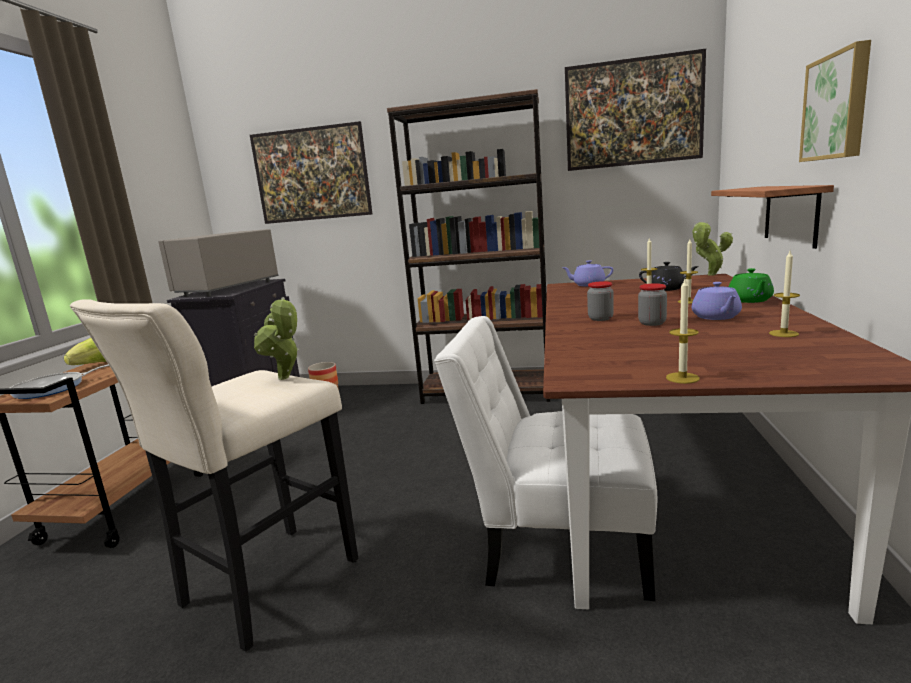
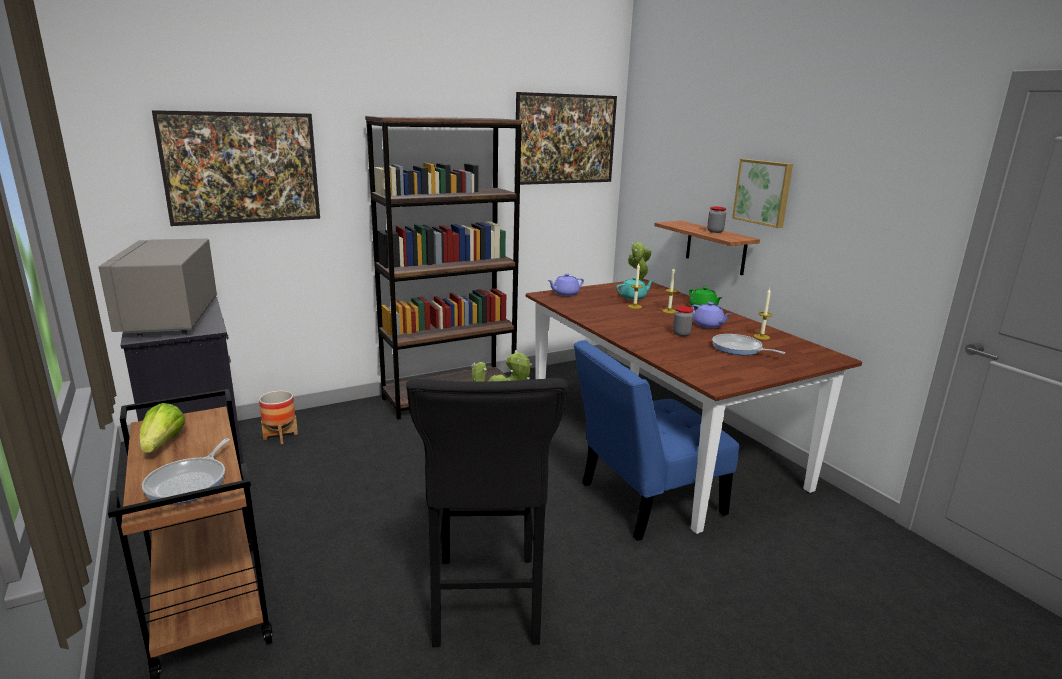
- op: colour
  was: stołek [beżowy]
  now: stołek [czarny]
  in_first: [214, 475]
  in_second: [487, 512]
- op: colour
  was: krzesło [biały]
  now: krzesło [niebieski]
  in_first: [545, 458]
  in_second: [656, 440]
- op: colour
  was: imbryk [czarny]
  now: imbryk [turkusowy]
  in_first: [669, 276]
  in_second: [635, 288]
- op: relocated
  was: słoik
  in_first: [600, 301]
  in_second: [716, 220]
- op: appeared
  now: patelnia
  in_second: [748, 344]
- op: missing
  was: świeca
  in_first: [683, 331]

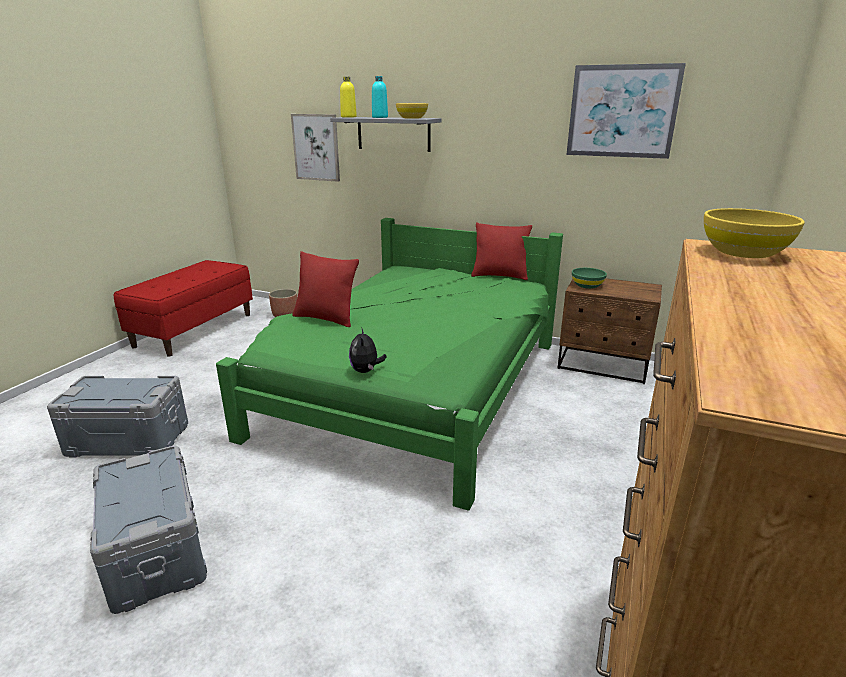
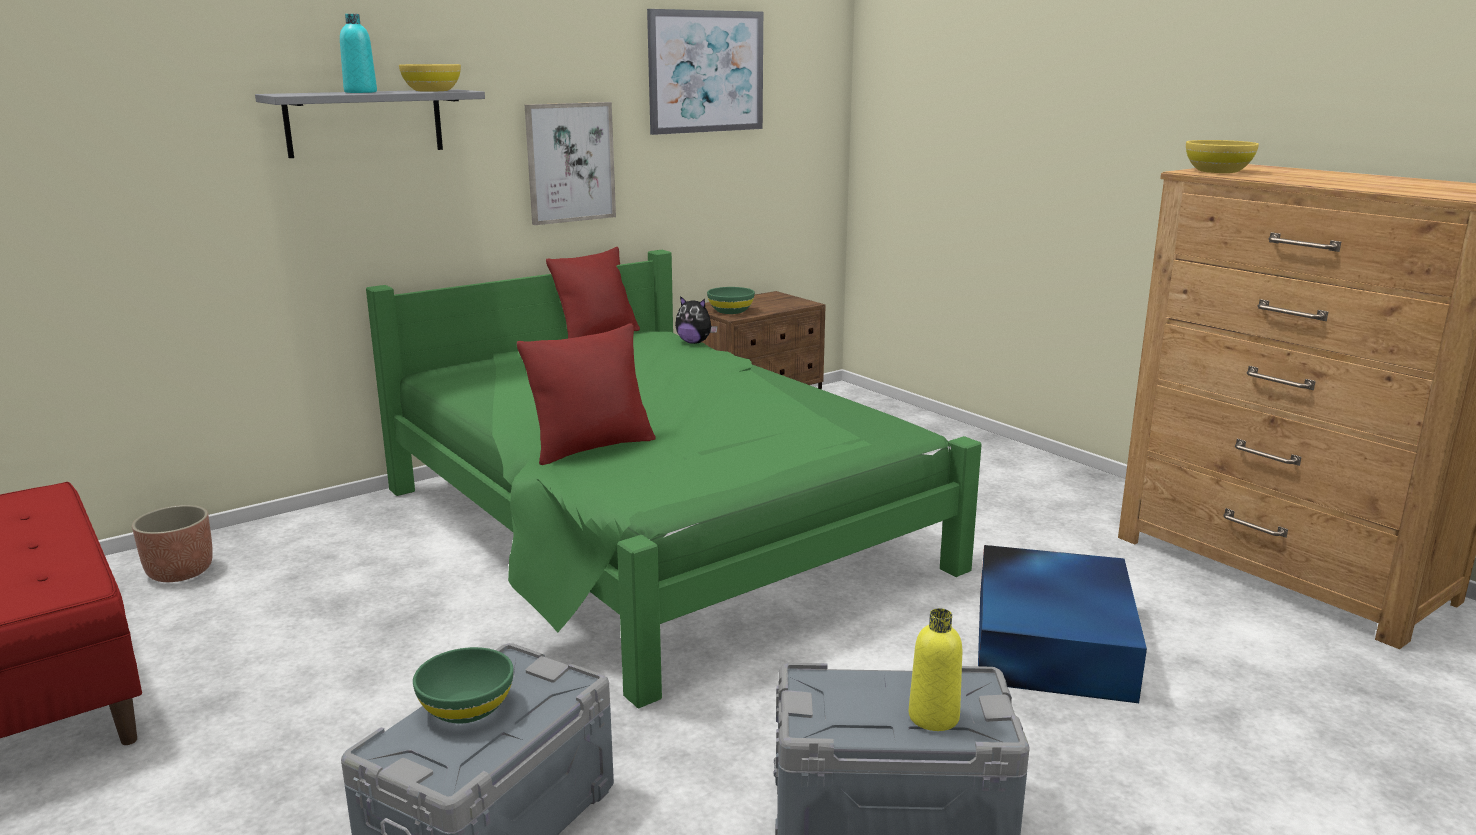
- op: appeared
  now: miska [zielony]
  in_second: [463, 685]
- op: relocated
  was: obraz
  in_first: [315, 148]
  in_second: [570, 163]
- op: relocated
  was: pluszak
  in_first: [368, 350]
  in_second: [696, 320]
- op: relocated
  was: butelka [żółty]
  in_first: [348, 97]
  in_second: [936, 669]
- op: appeared
  now: pojemnik do przechowywania [niebieski]
  in_second: [1062, 624]

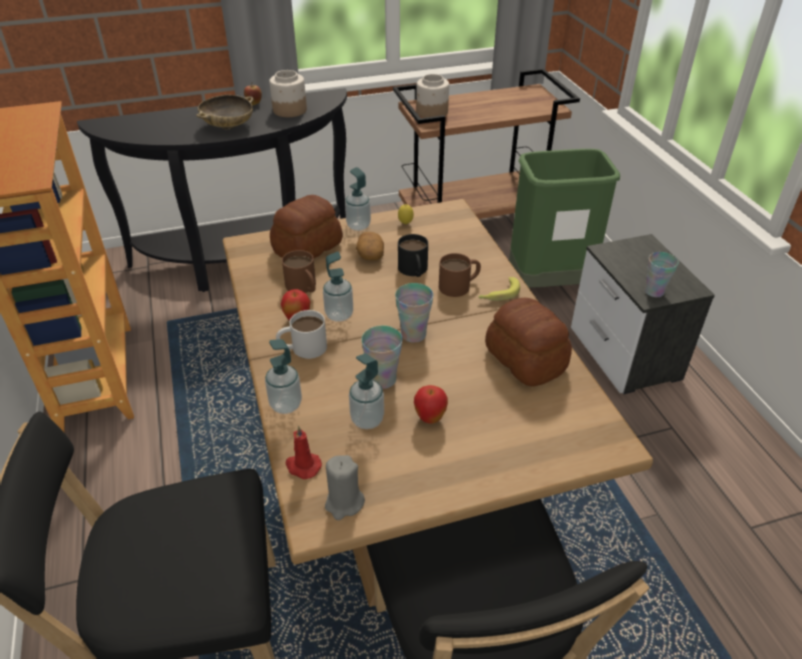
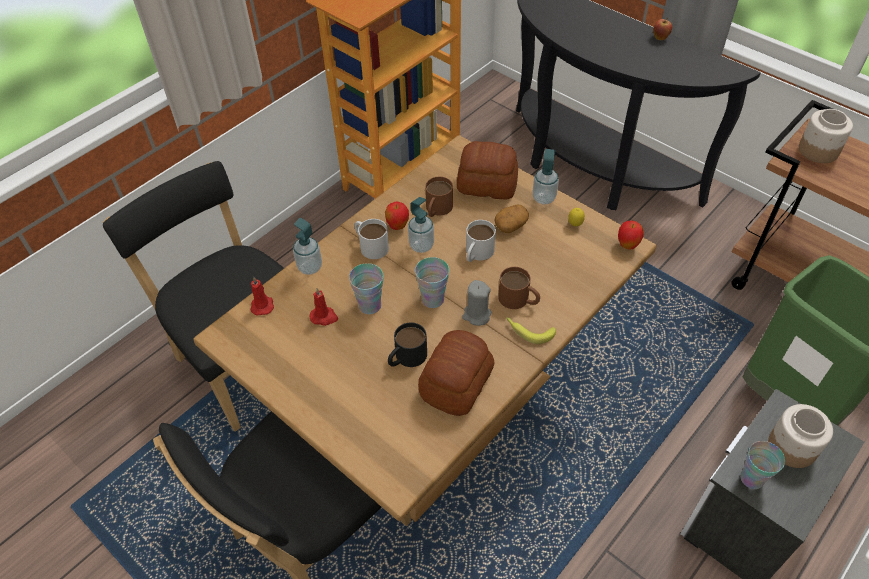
- op: exchanged
  was: dozownik mydła
  now: świeca [czerwony]
  in_first: [366, 391]
  in_second: [324, 307]
- op: relocated
  was: kubek [czarny]
  in_first: [413, 255]
  in_second: [407, 344]
- op: relocated
  was: świeca [szary]
  in_first: [345, 487]
  in_second: [477, 303]
- op: appeared
  now: kubek [biały]
  in_second: [481, 241]
- op: relocated
  was: jabłko
  in_first: [431, 404]
  in_second: [631, 235]
- op: relocated
  was: słoik
  in_first: [288, 93]
  in_second: [800, 436]
- op: missing
  was: miska [beżowy]
  in_first: [224, 112]

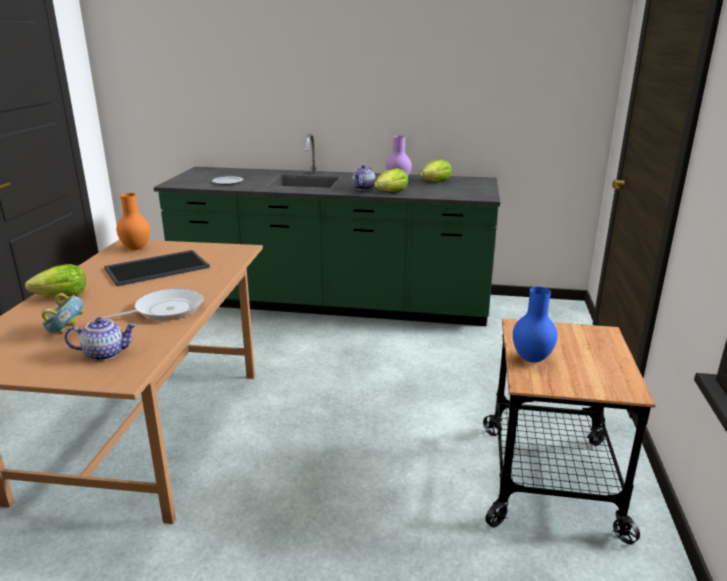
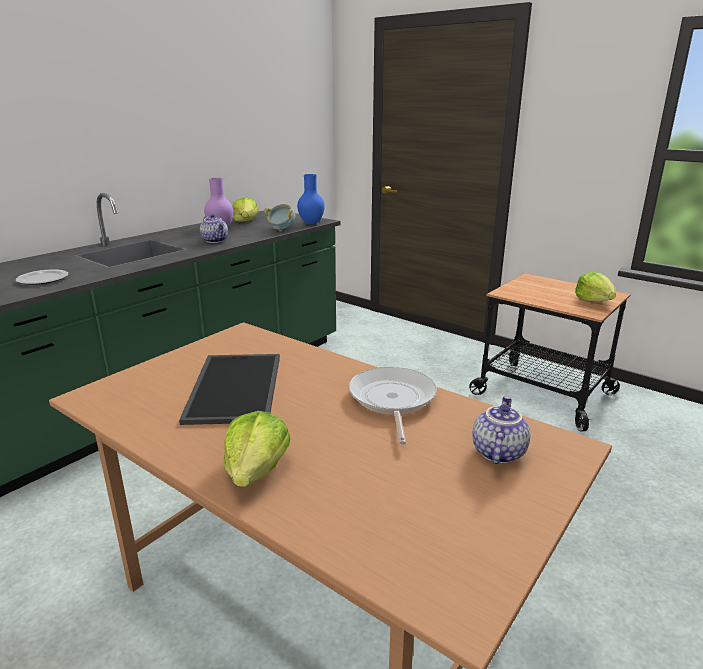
- op: relocated
  was: miska
  in_first: [63, 313]
  in_second: [279, 217]
- op: relocated
  was: wazon [niebieski]
  in_first: [535, 325]
  in_second: [311, 199]
- op: relocated
  was: sałata
  in_first: [391, 180]
  in_second: [595, 287]
- op: missing
  was: wazon [pomarańczowy]
  in_first: [133, 221]

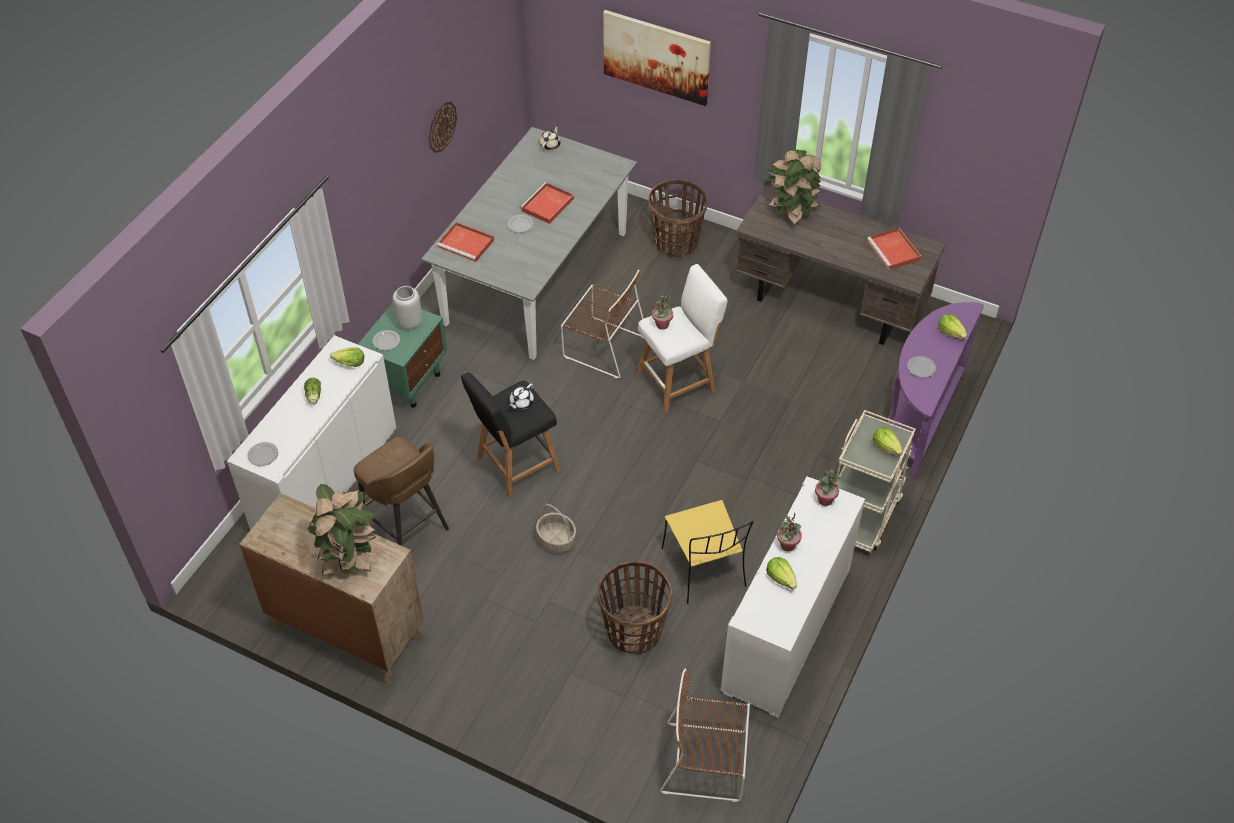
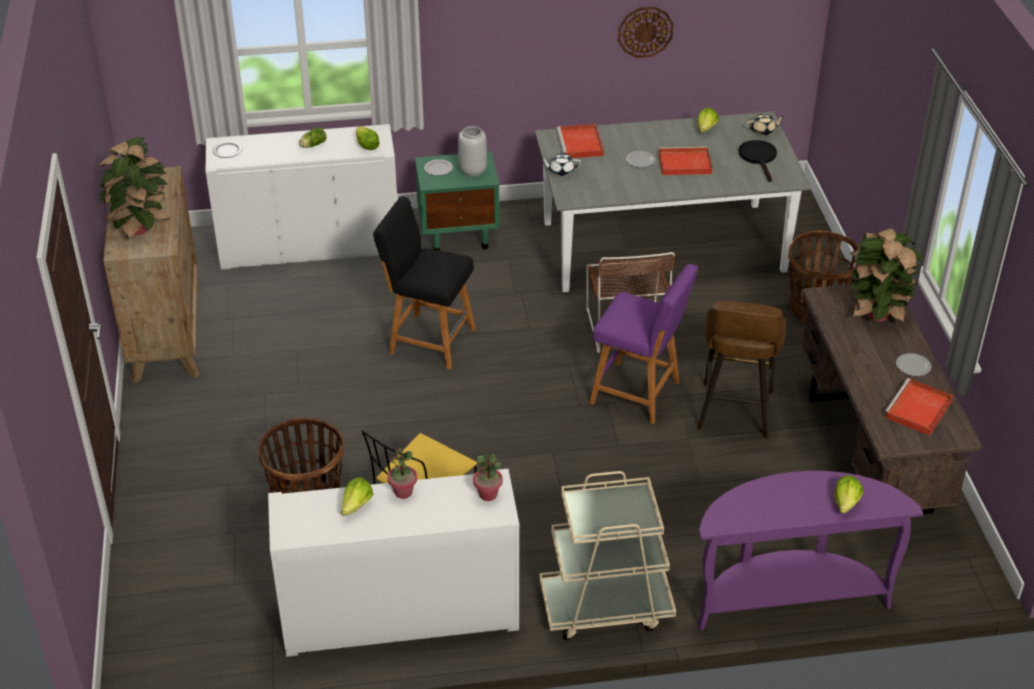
- op: relocated
  was: imbryk [biały]
  in_first: [521, 396]
  in_second: [561, 165]
- op: colour
  was: stołek [biały]
  now: stołek [fioletowy]
  in_first: [682, 338]
  in_second: [643, 344]
- op: relocated
  was: sałata
  in_first: [888, 441]
  in_second: [708, 120]
- op: relocated
  was: stołek [brązowy]
  in_first: [401, 491]
  in_second: [741, 369]
- op: appeared
  now: patelnia [czarny]
  in_second: [758, 161]
- op: relocated
  was: talerz
  in_first: [921, 367]
  in_second: [913, 364]
- op: missing
  was: koszyk
  in_first: [556, 528]
- op: missing
  was: obraz
  in_first: [657, 58]
- op: missing
  was: roślina doniczkowa
  in_first: [662, 312]
- op: missing
  was: krzesło [brązowy]
  in_first: [705, 735]

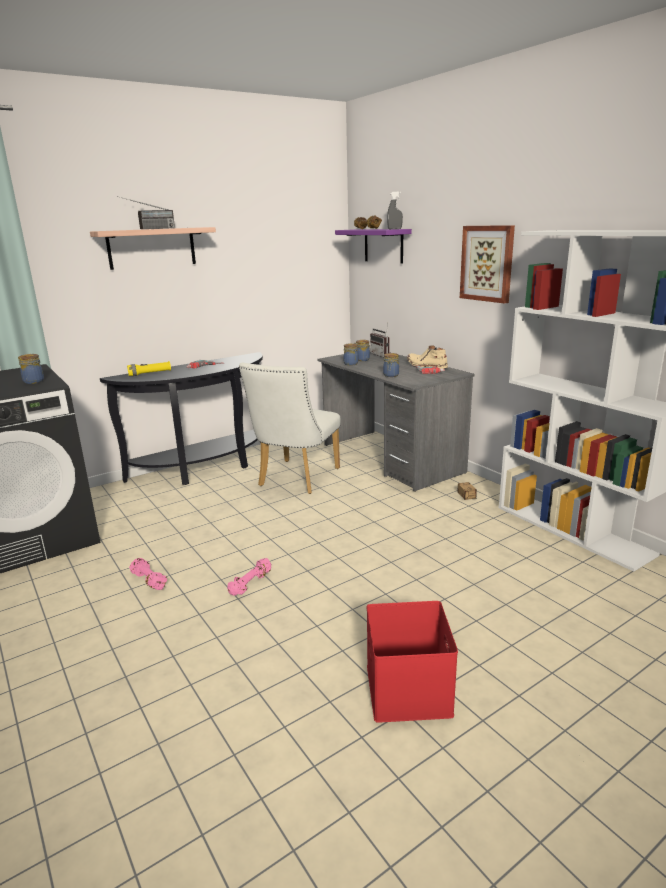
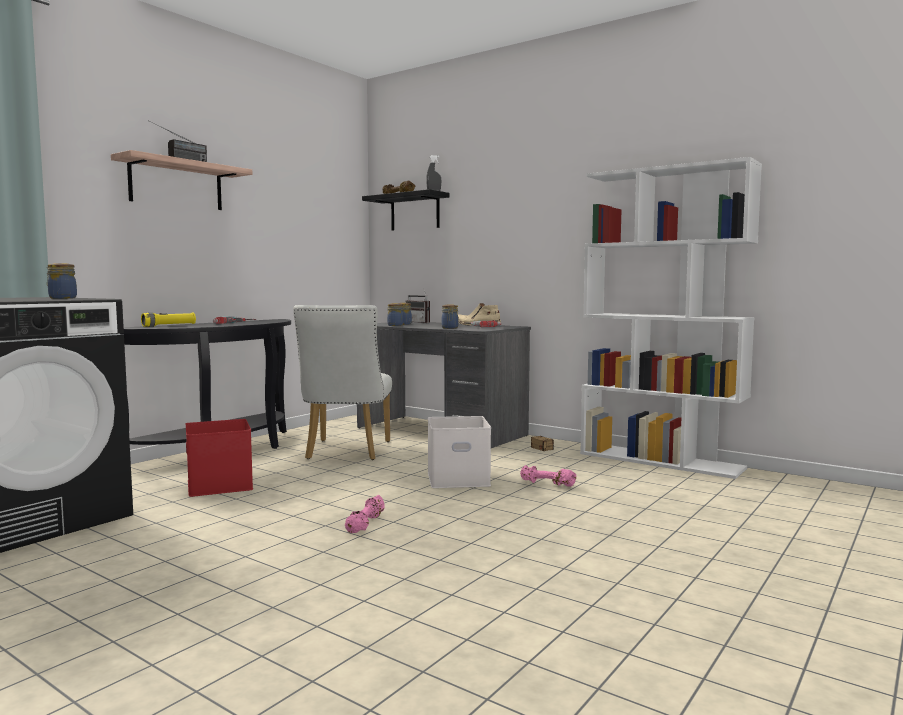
- op: relocated
  was: pojemnik do przechowywania [czerwony]
  in_first: [412, 662]
  in_second: [219, 458]
- op: colour
  was: półka [fioletowy]
  now: półka [czarny]
  in_first: [373, 246]
  in_second: [405, 210]
- op: appeared
  now: pojemnik do przechowywania [biały]
  in_second: [459, 452]
- op: relocated
  was: hantel [różowy]
  in_first: [148, 574]
  in_second: [548, 476]
- op: missing
  was: obraz
  in_first: [487, 264]

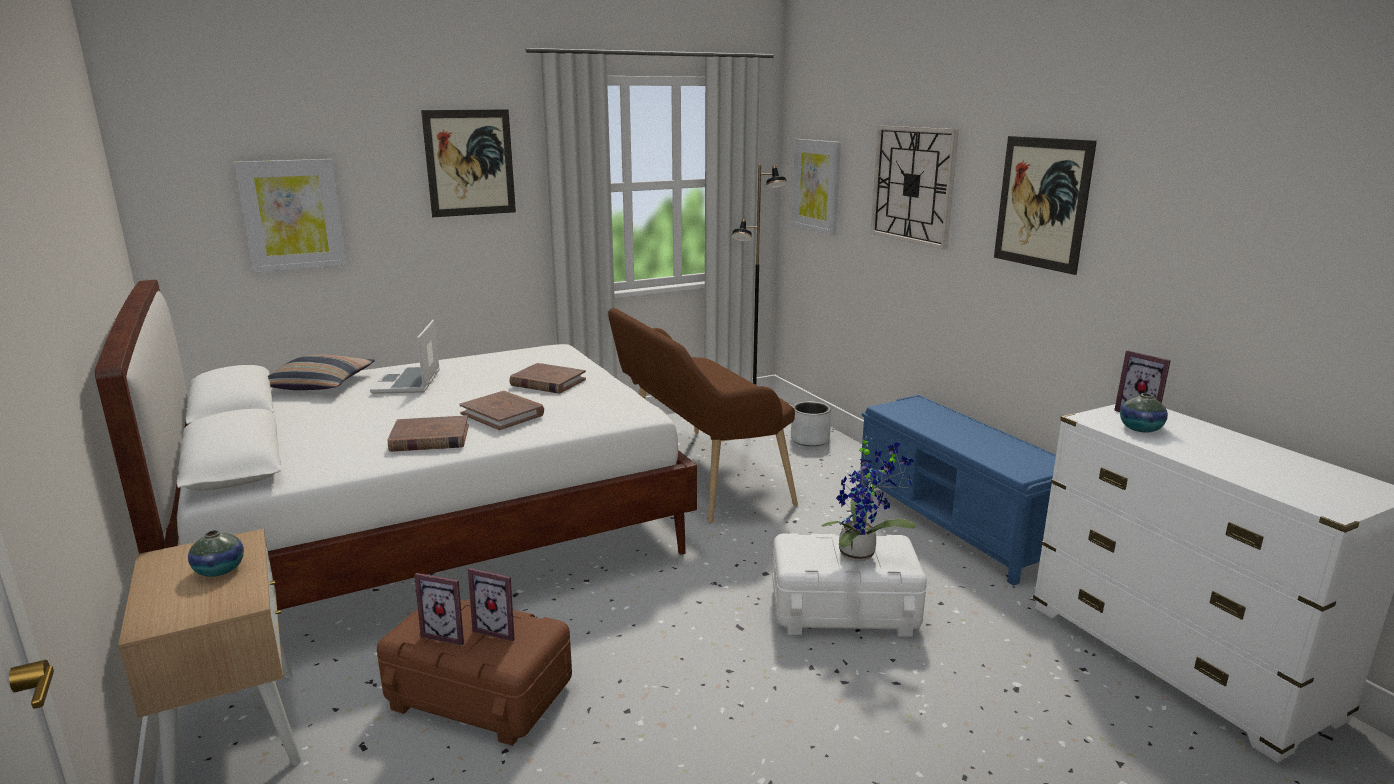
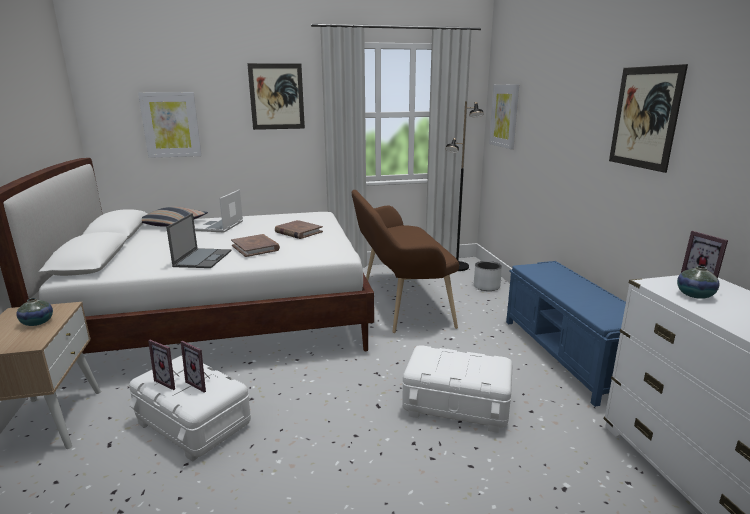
- op: colour
  was: pojemnik do przechowywania [brązowy]
  now: pojemnik do przechowywania [biały]
  in_first: [474, 672]
  in_second: [190, 409]
- op: exchanged
  was: książka [brązowy]
  now: laptop
  in_first: [428, 433]
  in_second: [199, 240]
- op: missing
  was: roślina doniczkowa
  in_first: [868, 498]
- op: missing
  was: zegar ścienny
  in_first: [915, 187]

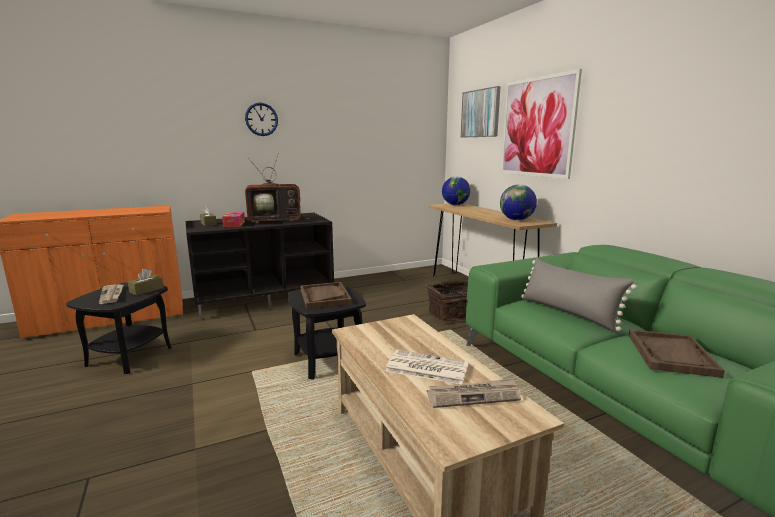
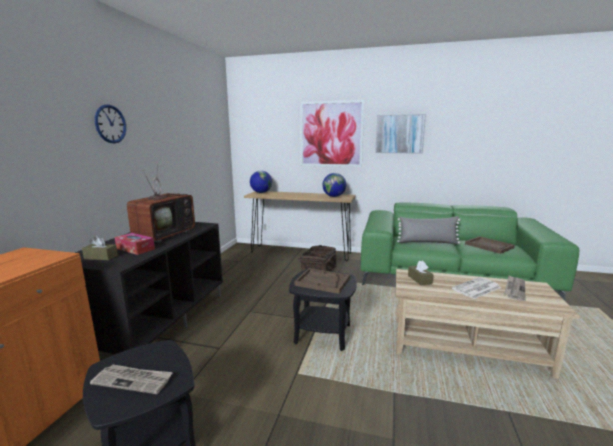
- op: relocated
  was: obraz
  in_first: [481, 112]
  in_second: [400, 134]
- op: relocated
  was: pudełko chusteczek [brązowy]
  in_first: [145, 281]
  in_second: [421, 273]

